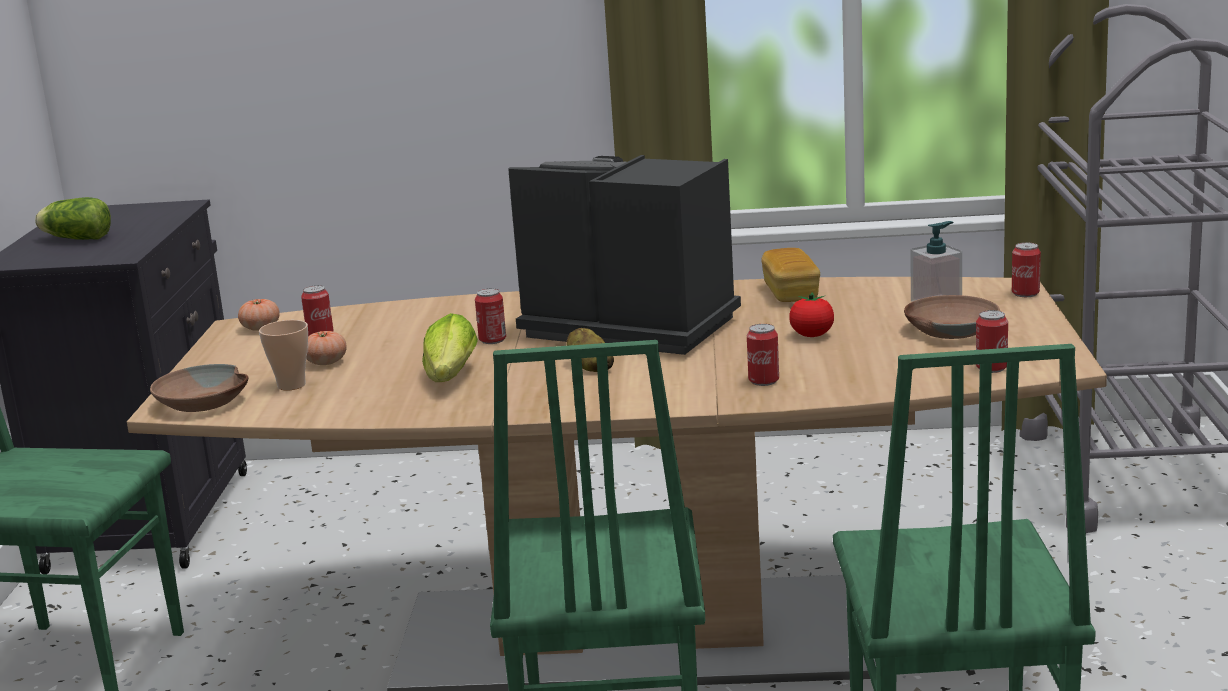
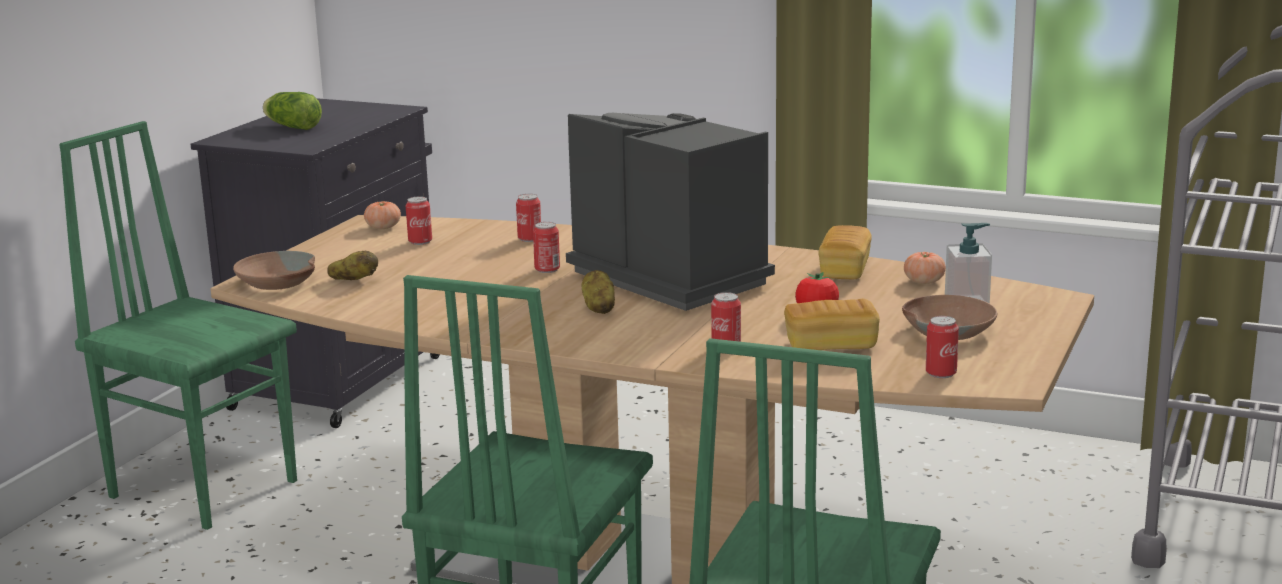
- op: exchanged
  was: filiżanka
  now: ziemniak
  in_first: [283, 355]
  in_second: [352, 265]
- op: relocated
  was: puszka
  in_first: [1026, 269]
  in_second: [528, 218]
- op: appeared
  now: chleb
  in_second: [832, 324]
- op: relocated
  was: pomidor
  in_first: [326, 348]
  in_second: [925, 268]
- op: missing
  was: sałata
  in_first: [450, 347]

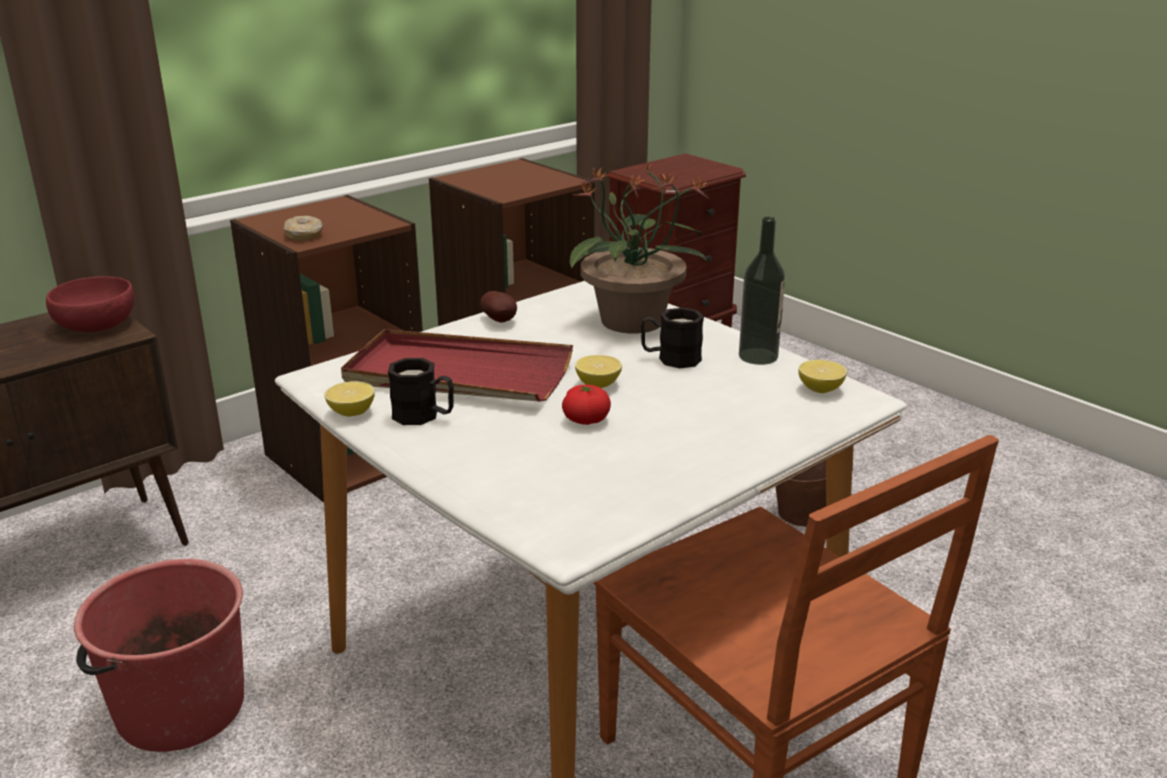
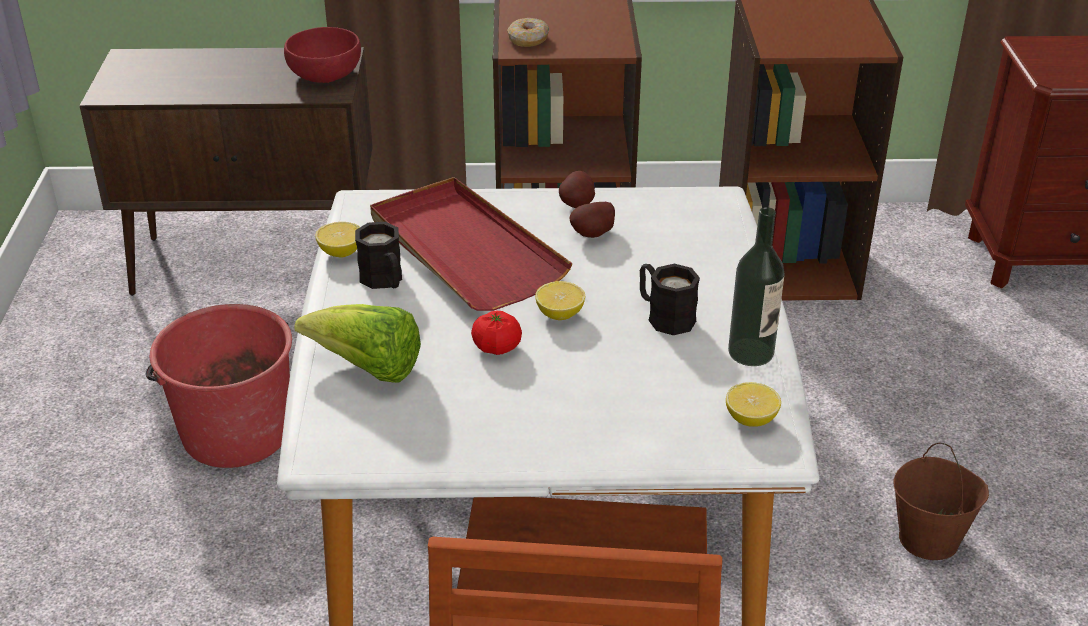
- op: appeared
  now: sałata
  in_second: [357, 343]
- op: appeared
  now: ziemniak
  in_second: [592, 220]
- op: missing
  was: roślina doniczkowa
  in_first: [640, 249]

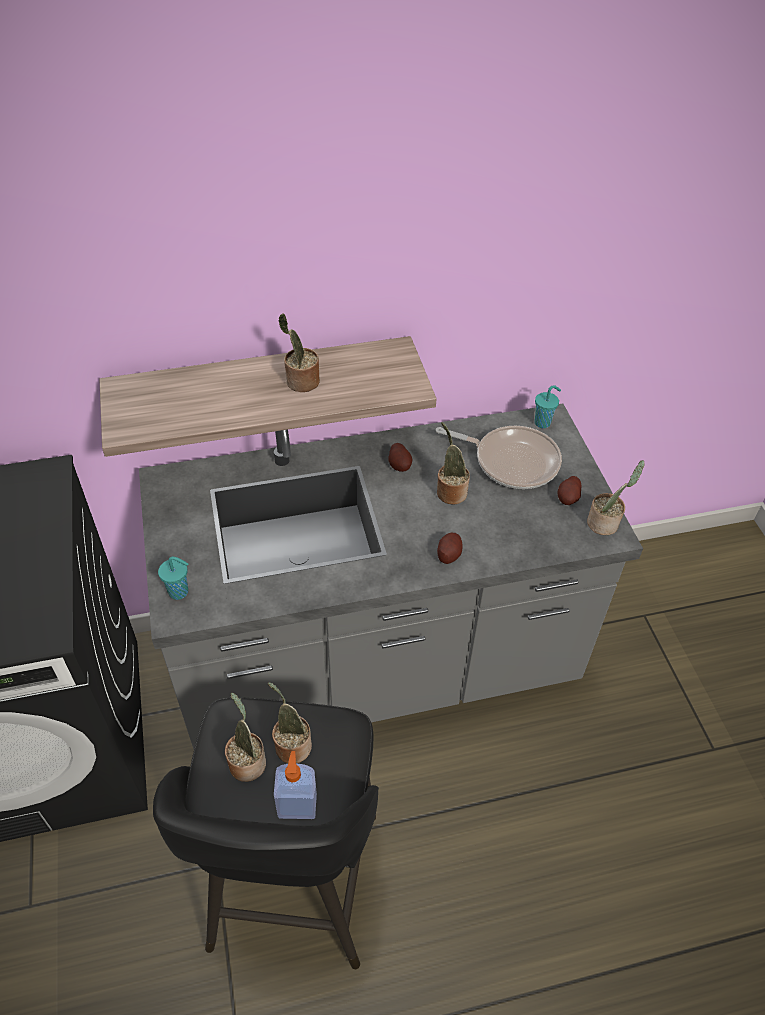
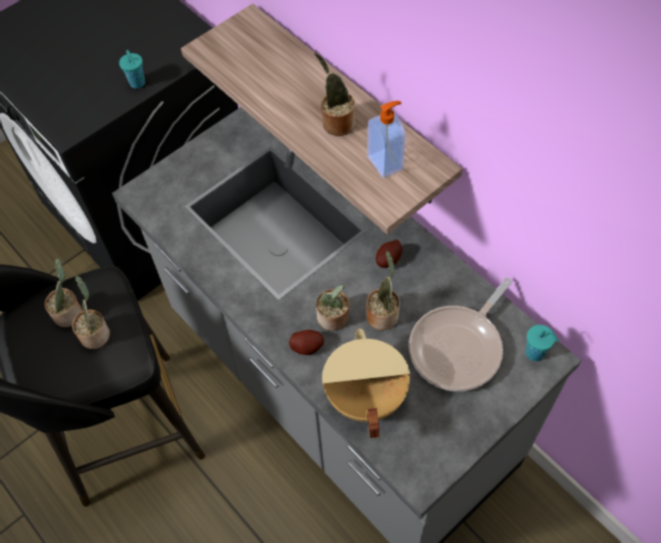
- op: relocated
  was: filiżanka [turkusowy]
  in_first: [173, 578]
  in_second: [132, 69]
- op: relocated
  was: roślina doniczkowa
  in_first: [616, 497]
  in_second: [333, 307]
- op: appeared
  now: garnek [beżowy]
  in_second: [366, 384]
- op: relocated
  was: dozownik mydła
  in_first: [295, 785]
  in_second: [386, 139]
- op: spun
  was: patelnia
  in_first: [499, 457]
  in_second: [460, 335]
  clockwise: 45
- op: missing
  was: ziemniak
  in_first: [569, 490]

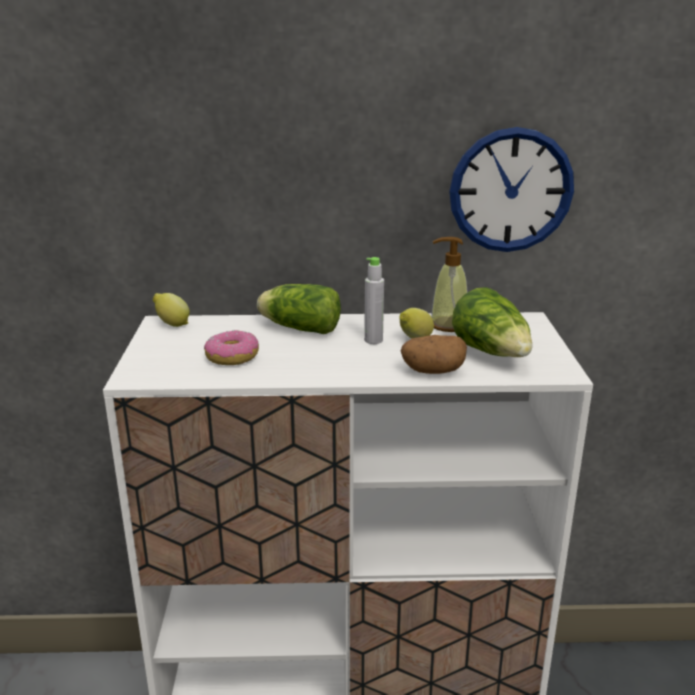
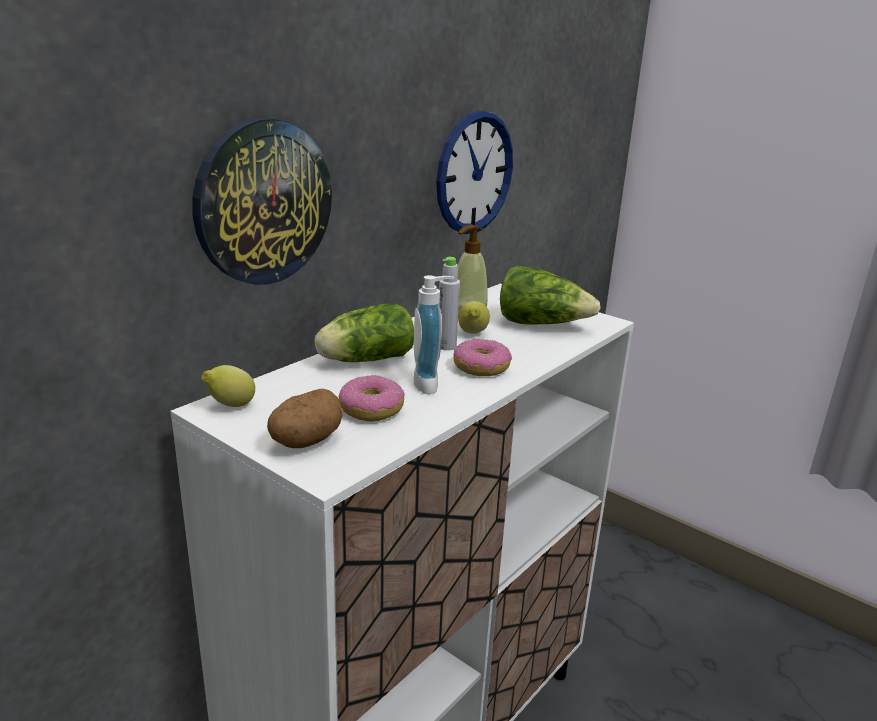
- op: appeared
  now: zegar ścienny
  in_second: [262, 201]
- op: relocated
  was: ziemniak
  in_first: [434, 354]
  in_second: [305, 418]
- op: appeared
  now: dozownik mydła
  in_second: [434, 334]
- op: appeared
  now: donut
  in_second: [482, 357]

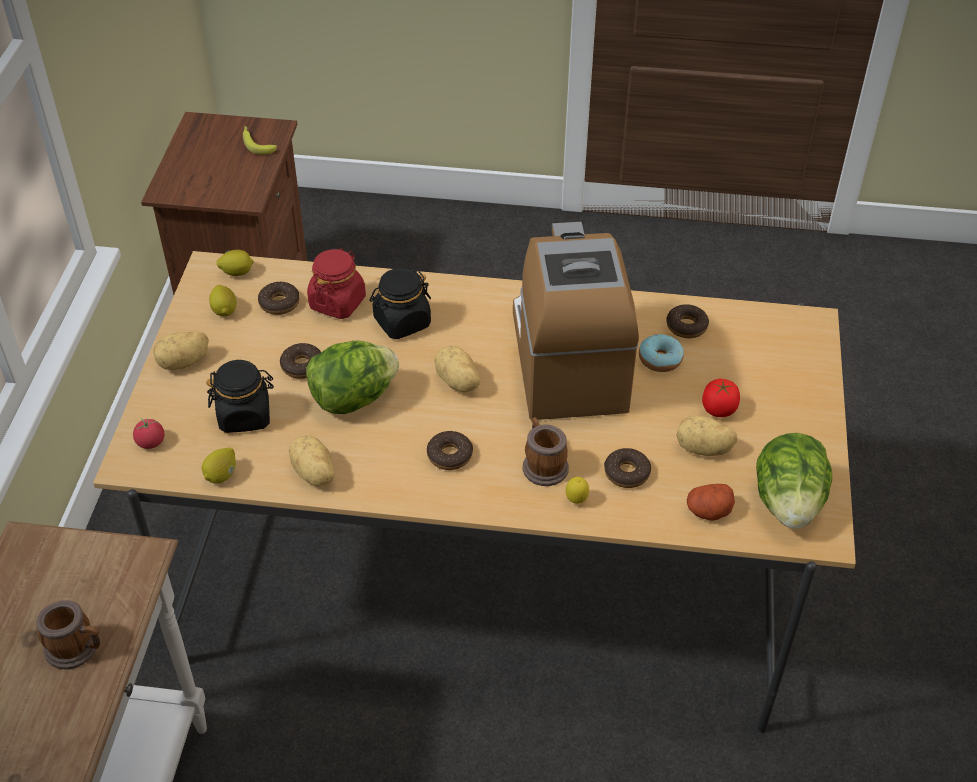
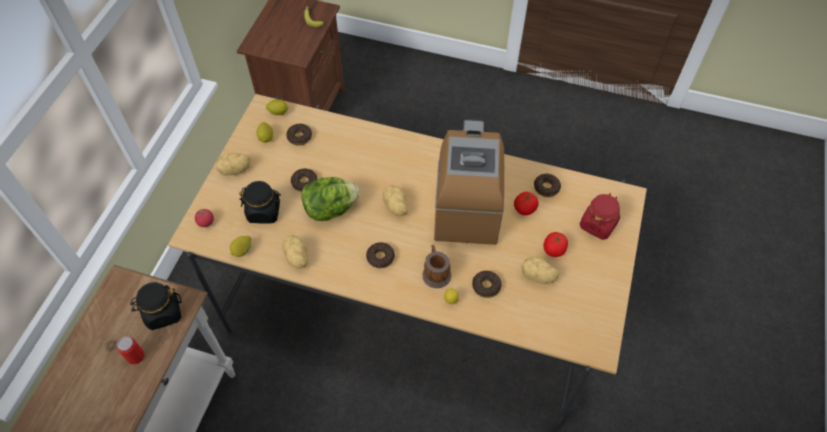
- op: exchanged
  was: kubek
  now: puszka
  in_first: [68, 635]
  in_second: [131, 350]
- op: relocated
  was: słoik [czarny]
  in_first: [400, 303]
  in_second: [156, 306]
- op: exchanged
  was: donut
  now: pomidor
  in_first: [661, 353]
  in_second: [526, 203]
- op: relocated
  was: słoik [czerwony]
  in_first: [336, 283]
  in_second: [600, 216]
- op: missing
  was: ziemniak
  in_first: [711, 502]
- op: missing
  was: sałata
  in_first: [794, 481]

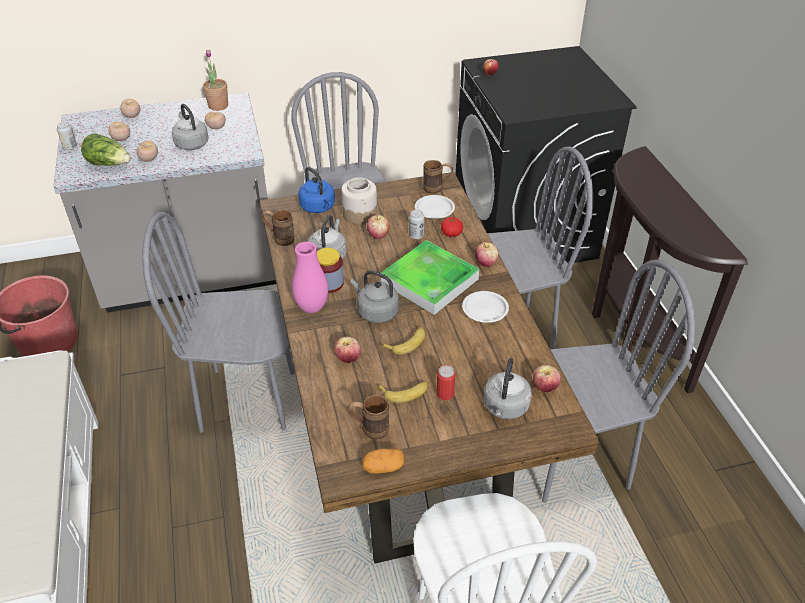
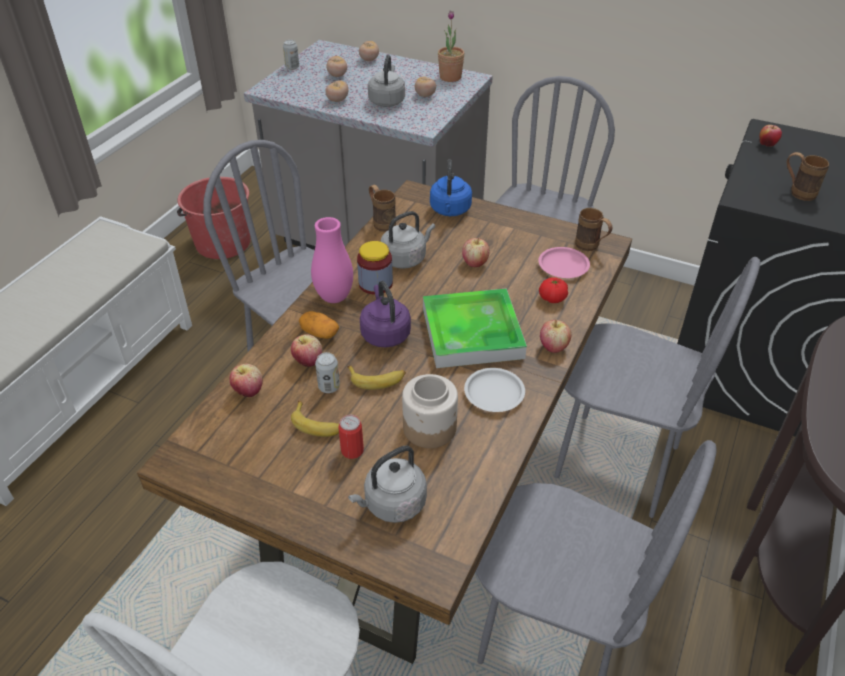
- op: relocated
  was: jabłko
  in_first: [547, 378]
  in_second: [246, 380]
- op: relocated
  was: ziemniak
  in_first: [383, 461]
  in_second: [319, 325]
- op: relocated
  was: puszka
  in_first: [416, 224]
  in_second: [327, 372]
- op: colour
  was: czajnik [szary]
  now: czajnik [fioletowy]
  in_first: [375, 296]
  in_second: [385, 314]
- op: relocated
  was: słoik
  in_first: [359, 201]
  in_second: [430, 411]
- op: colour
  was: talerz [biały]
  now: talerz [różowy]
  in_first: [435, 207]
  in_second: [564, 262]
- op: relocated
  was: kubek [brązowy]
  in_first: [368, 417]
  in_second: [808, 176]
- op: missing
  was: sałata
  in_first: [105, 149]

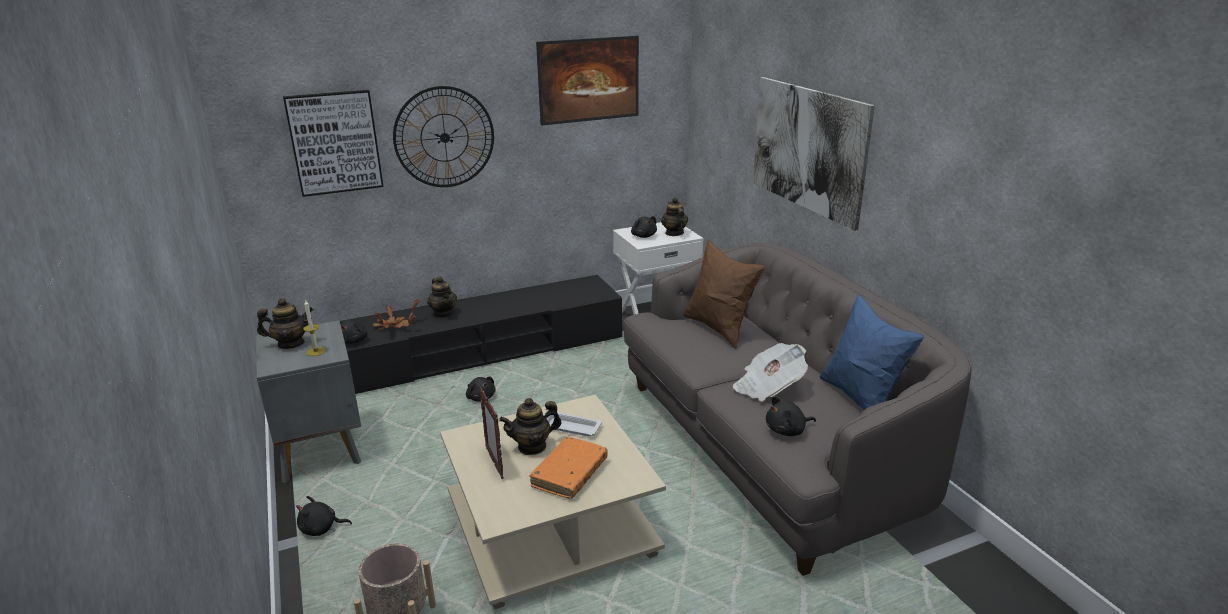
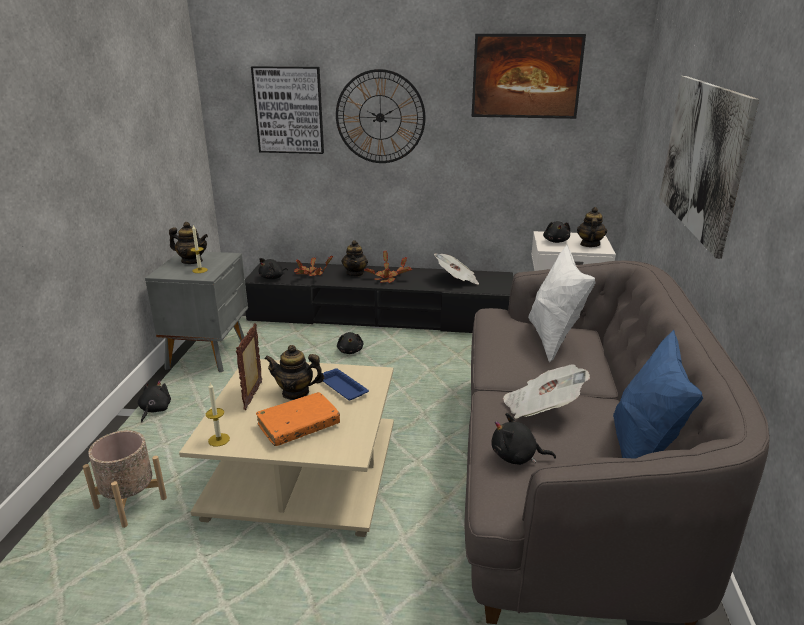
- op: spun
  was: pluszak [czarny]
  in_first: [324, 516]
  in_second: [154, 401]
  clockwise: 75
- op: appeared
  now: świeca
  in_second: [218, 415]
- op: colour
  was: taca [biały]
  now: taca [niebieski]
  in_first: [574, 424]
  in_second: [346, 384]
- op: appeared
  now: roślina doniczkowa
  in_second: [388, 266]
- op: appeared
  now: gazeta
  in_second: [456, 269]
- op: colour
  was: poduszka [brązowy]
  now: poduszka [biały]
  in_first: [724, 294]
  in_second: [562, 303]

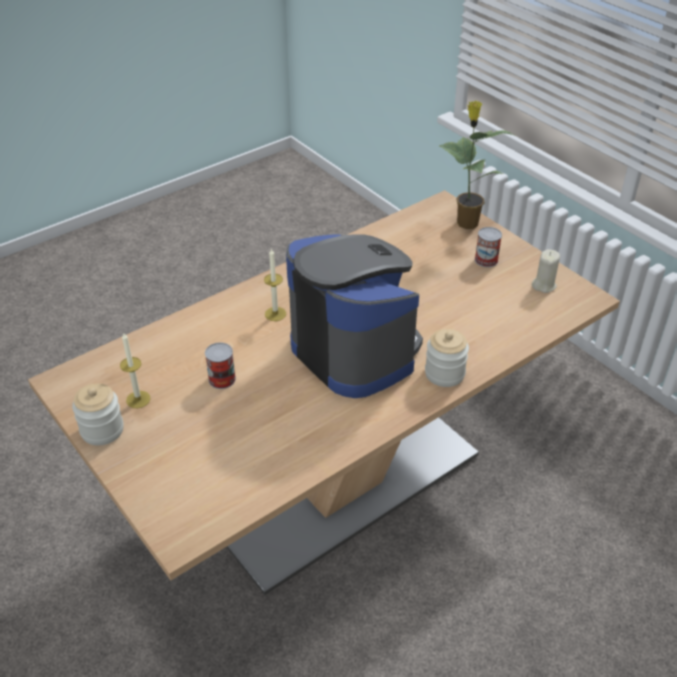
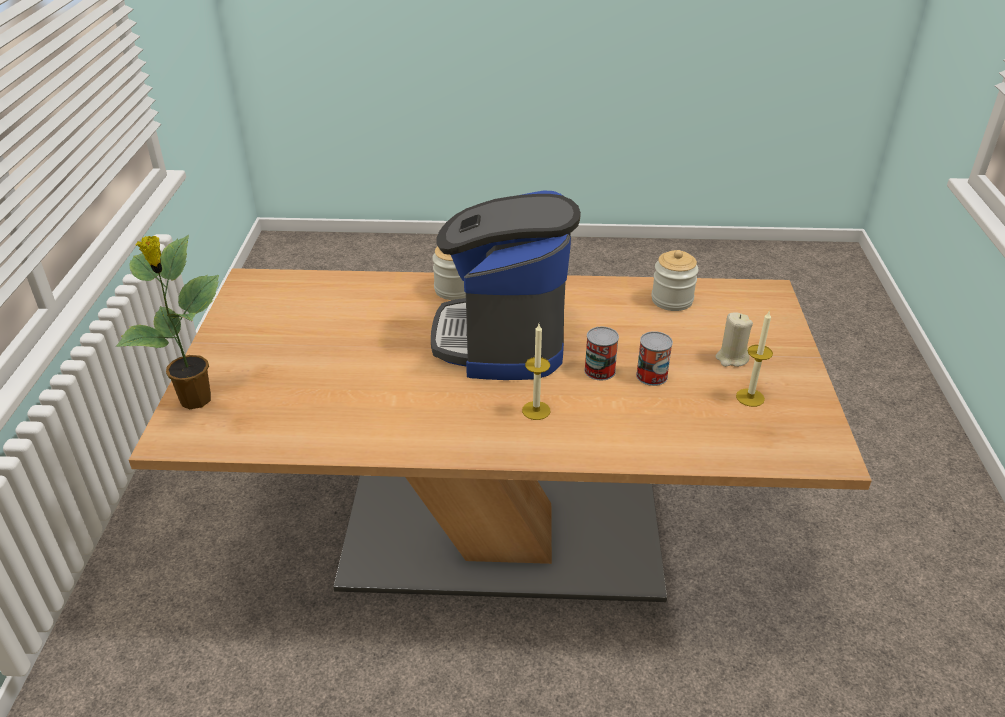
- op: relocated
  was: puszka
  in_first: [488, 247]
  in_second: [601, 353]
- op: relocated
  was: słoik
  in_first: [98, 414]
  in_second: [675, 280]
- op: relocated
  was: świeca [beżowy]
  in_first: [546, 271]
  in_second: [734, 339]

